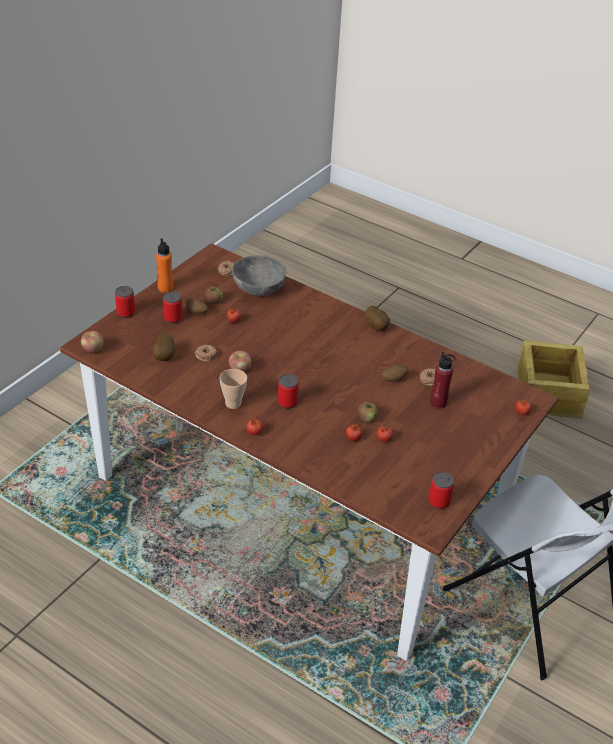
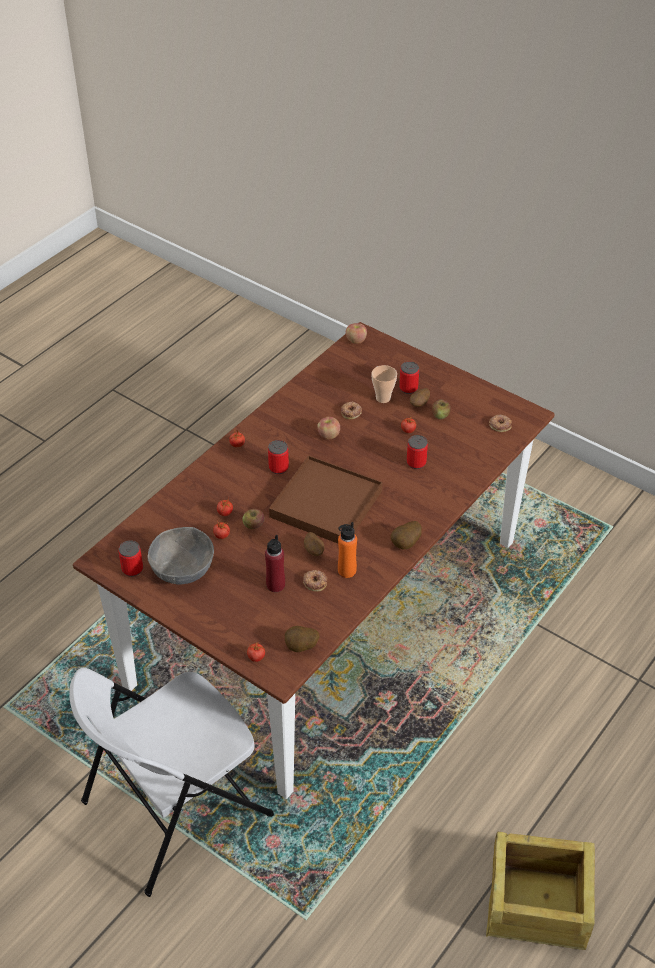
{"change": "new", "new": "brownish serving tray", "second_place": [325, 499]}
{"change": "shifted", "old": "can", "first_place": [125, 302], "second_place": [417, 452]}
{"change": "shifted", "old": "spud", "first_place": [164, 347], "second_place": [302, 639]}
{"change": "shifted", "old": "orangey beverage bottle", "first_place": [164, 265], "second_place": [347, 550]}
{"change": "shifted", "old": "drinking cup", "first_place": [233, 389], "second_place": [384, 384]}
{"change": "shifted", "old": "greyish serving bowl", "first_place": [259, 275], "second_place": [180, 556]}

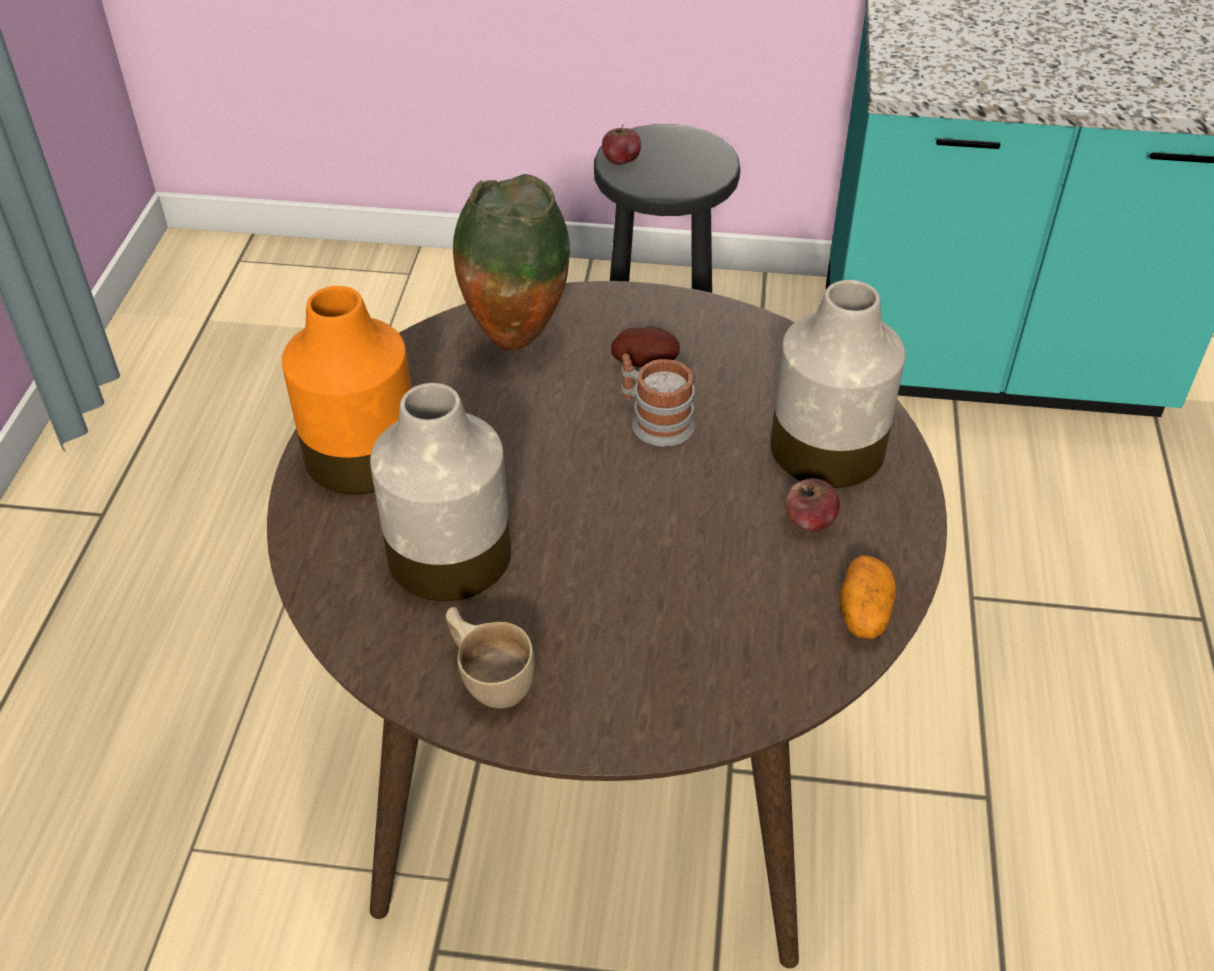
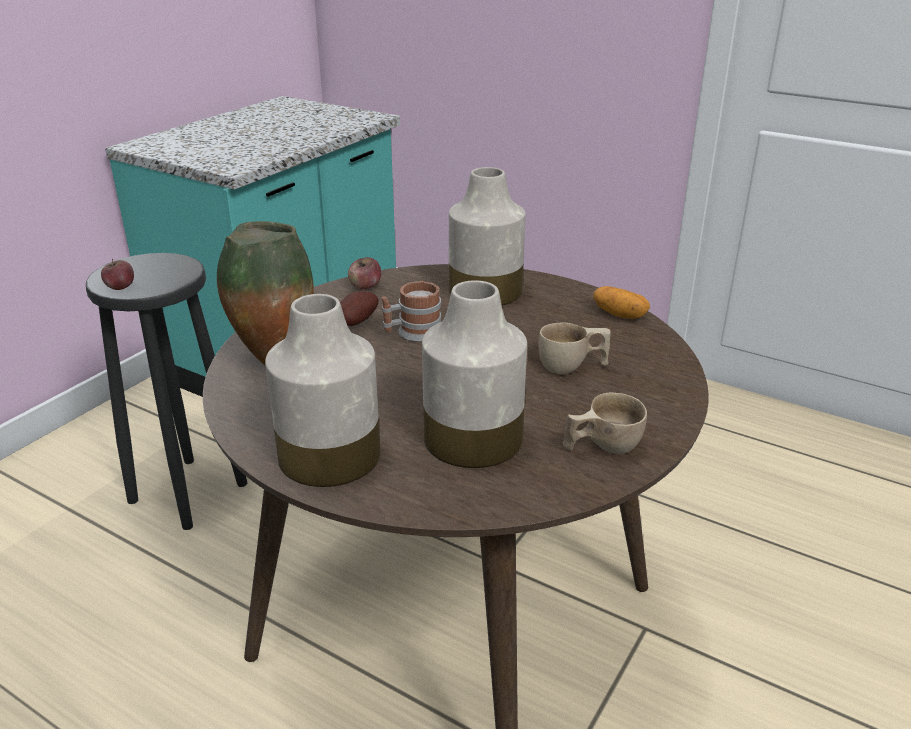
{"change": "new", "new": "beige-coloured drinking cup", "second_place": [574, 348]}
{"change": "shifted", "old": "whole apple", "first_place": [812, 505], "second_place": [364, 273]}
{"change": "repainted", "old": "orangey vase", "new": "beige-coloured vase", "first_place": [346, 390], "second_place": [323, 390]}

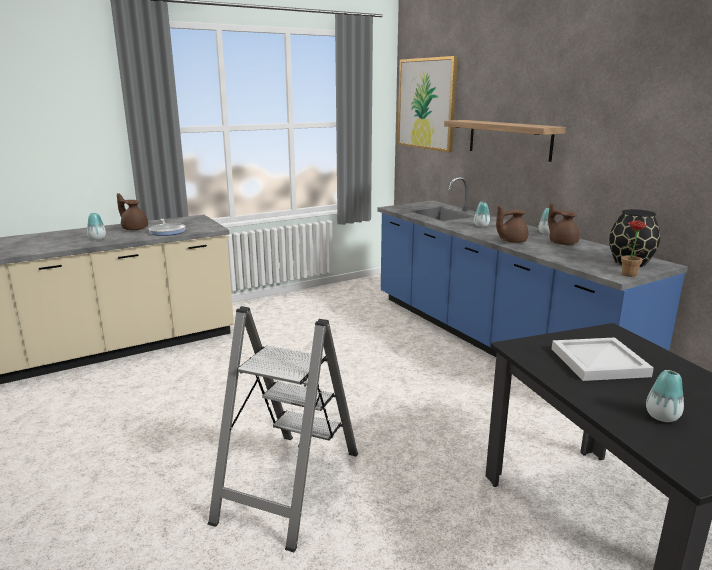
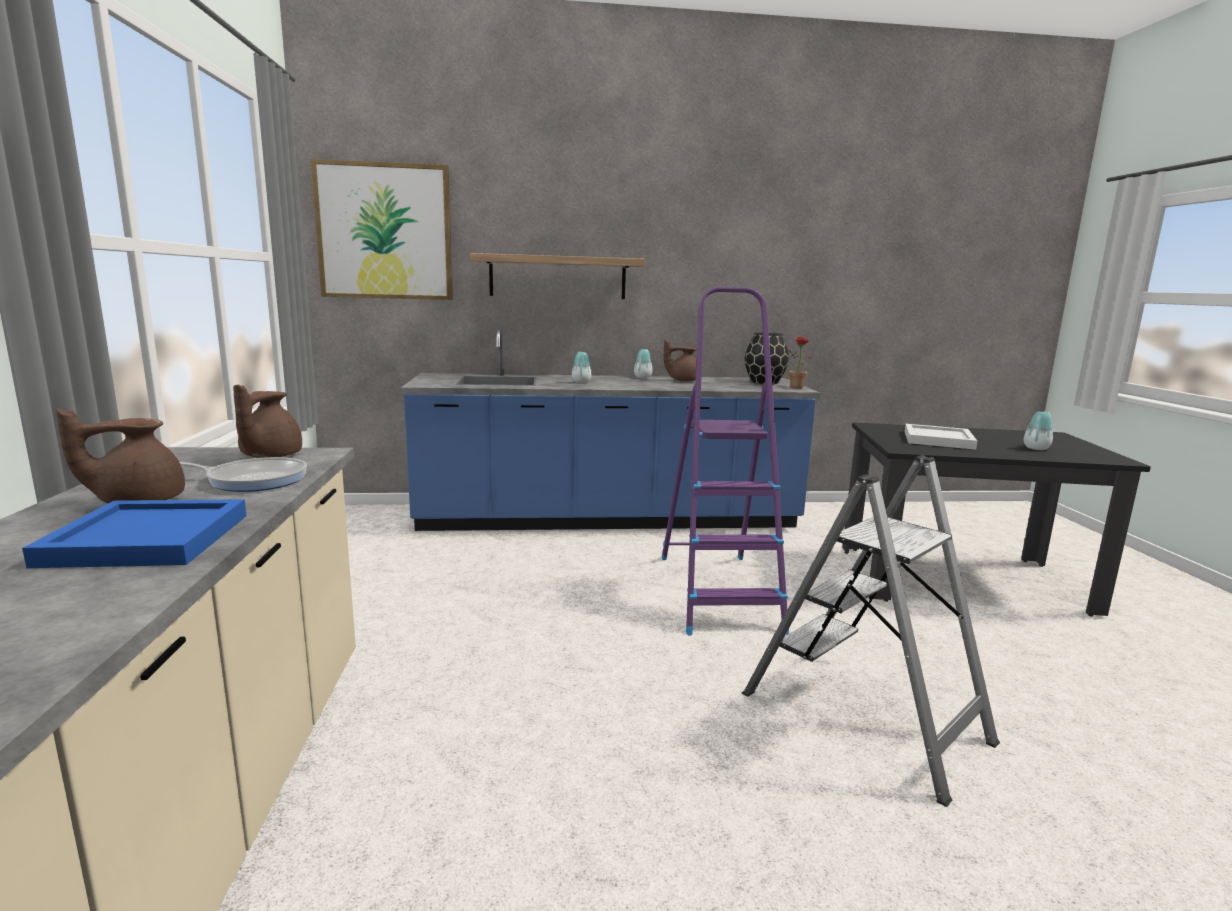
{"change": "new", "new": "purple-coloured step ladder", "second_place": [725, 461]}
{"change": "shifted", "old": "brownish teapot", "first_place": [512, 224], "second_place": [267, 421]}
{"change": "swapped", "old": "vase", "new": "blue-coloured serving tray", "first_place": [96, 226], "second_place": [134, 533]}

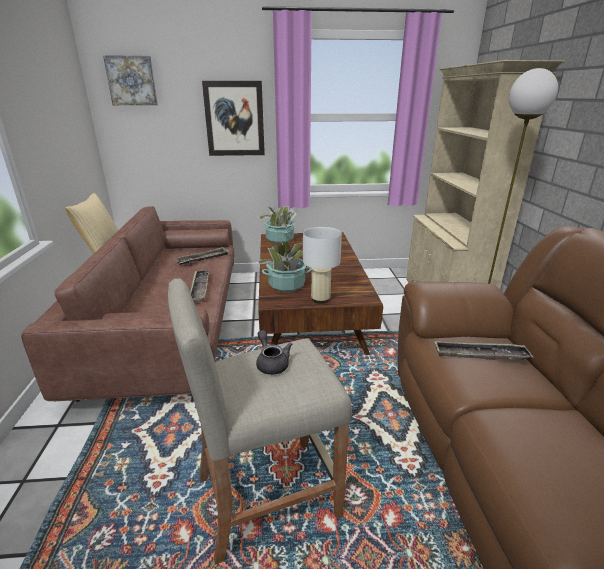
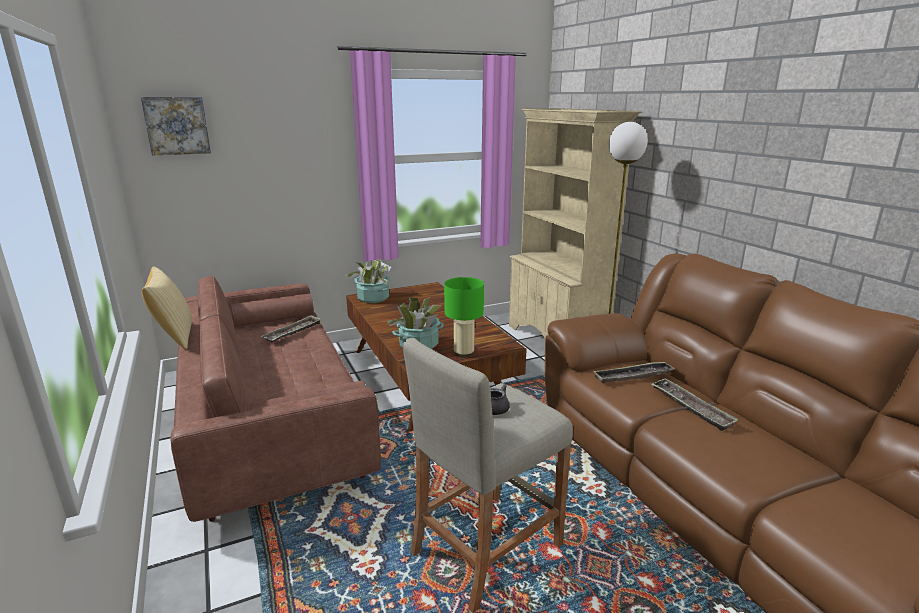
{"change": "gone", "old": "wall picture", "first_place": [233, 118]}
{"change": "shifted", "old": "serving tray", "first_place": [199, 286], "second_place": [695, 405]}
{"change": "repainted", "old": "white-coloured table lamp", "new": "greenish table lamp", "first_place": [322, 265], "second_place": [464, 317]}

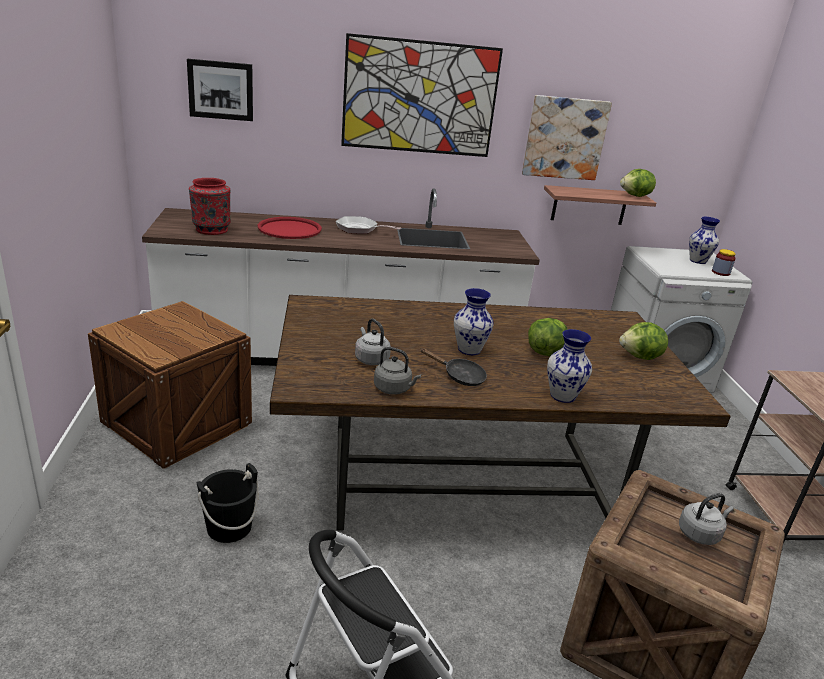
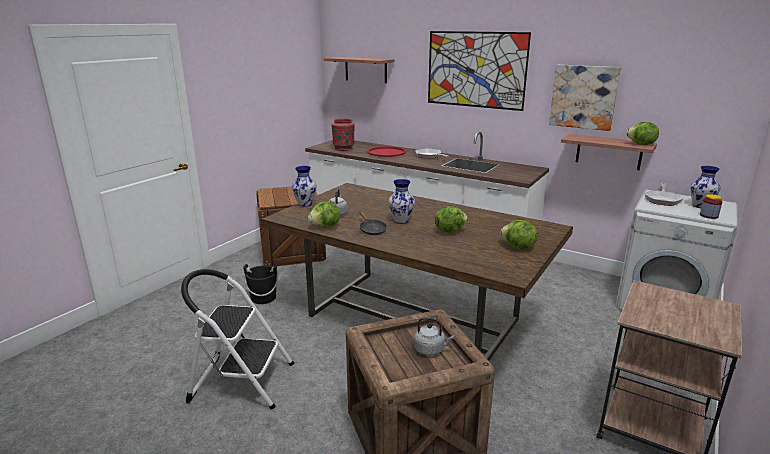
{"change": "new", "new": "skillet", "second_place": [664, 194]}
{"change": "shifted", "old": "vase", "first_place": [569, 366], "second_place": [304, 186]}
{"change": "swapped", "old": "wall picture", "new": "shelf", "first_place": [220, 90], "second_place": [359, 70]}
{"change": "swapped", "old": "greyish water kettle", "new": "lettuce head", "first_place": [397, 371], "second_place": [324, 214]}

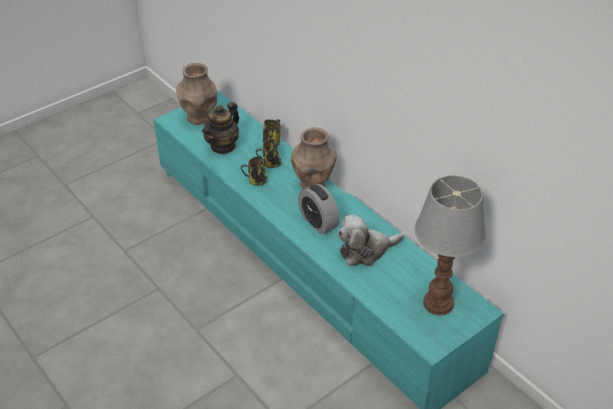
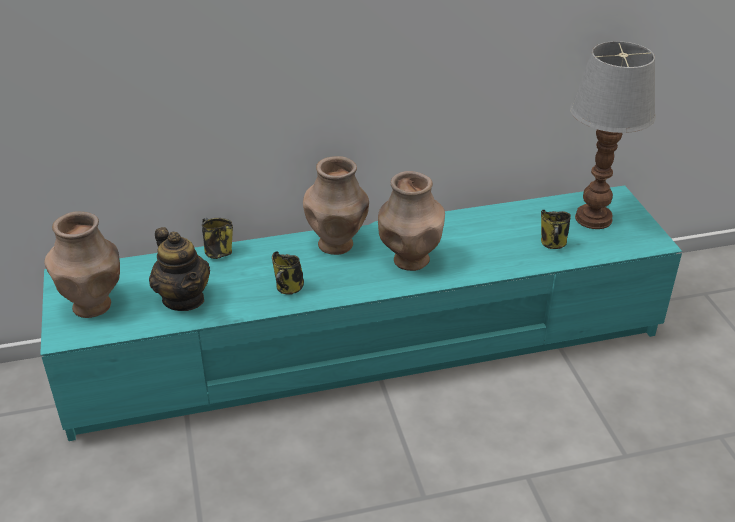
{"change": "gone", "old": "cuddly toy", "first_place": [371, 240]}
{"change": "shifted", "old": "coffee mug", "first_place": [268, 153], "second_place": [556, 229]}
{"change": "swapped", "old": "alarm clock", "new": "brownish vase", "first_place": [319, 209], "second_place": [411, 221]}

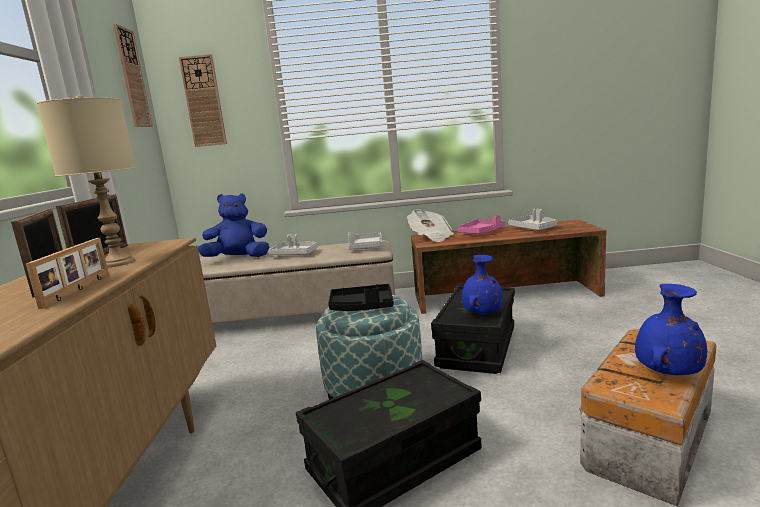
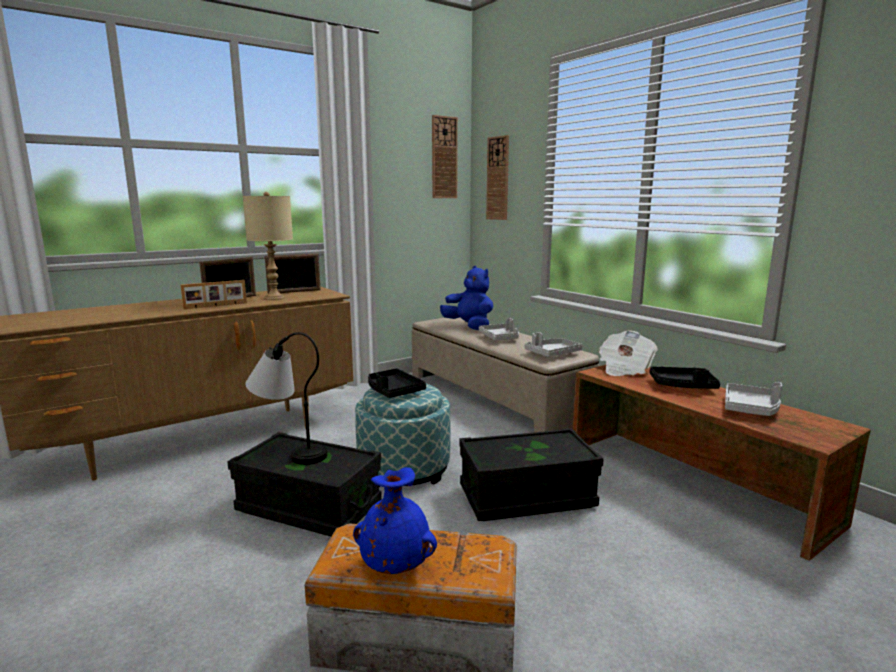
{"change": "gone", "old": "blue-coloured vase", "first_place": [482, 284]}
{"change": "new", "new": "table lamp", "second_place": [286, 398]}
{"change": "repainted", "old": "pinkish serving tray", "new": "blackish serving tray", "first_place": [480, 224], "second_place": [685, 377]}

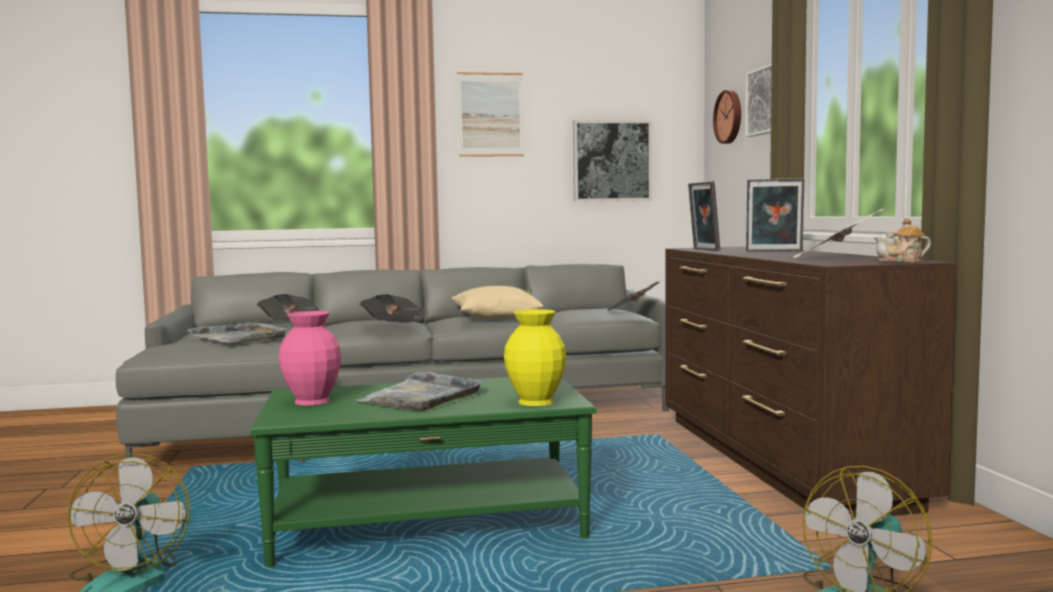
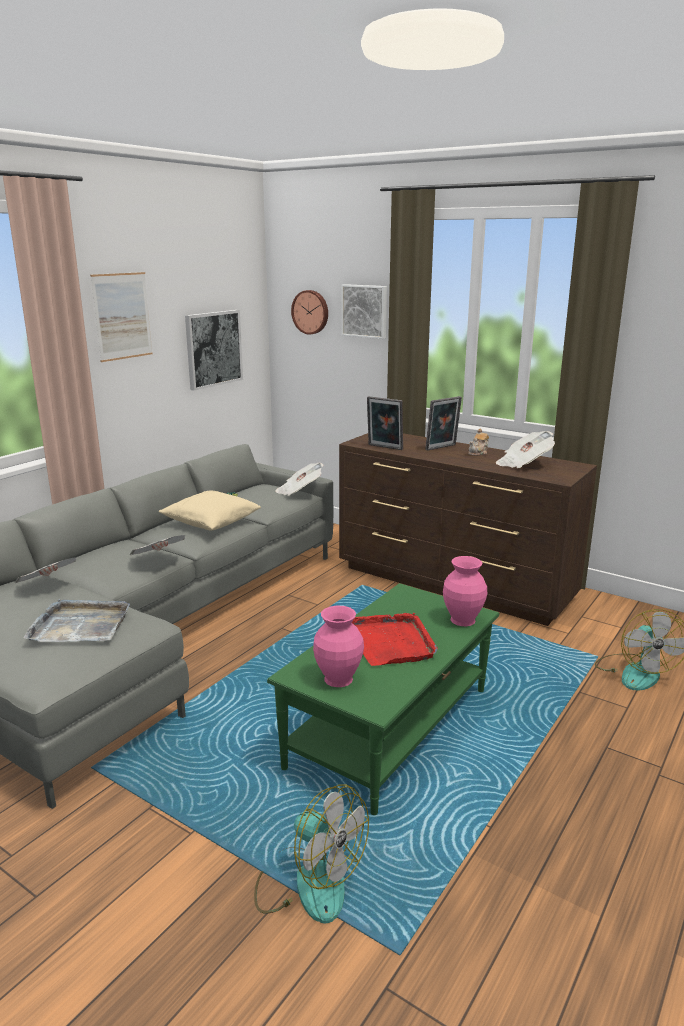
{"change": "shifted", "old": "teapot", "first_place": [902, 240], "second_place": [478, 442]}
{"change": "repainted", "old": "greyish serving tray", "new": "reddish serving tray", "first_place": [420, 391], "second_place": [395, 639]}
{"change": "repainted", "old": "yellow-coloured vase", "new": "pinkish vase", "first_place": [535, 357], "second_place": [465, 591]}

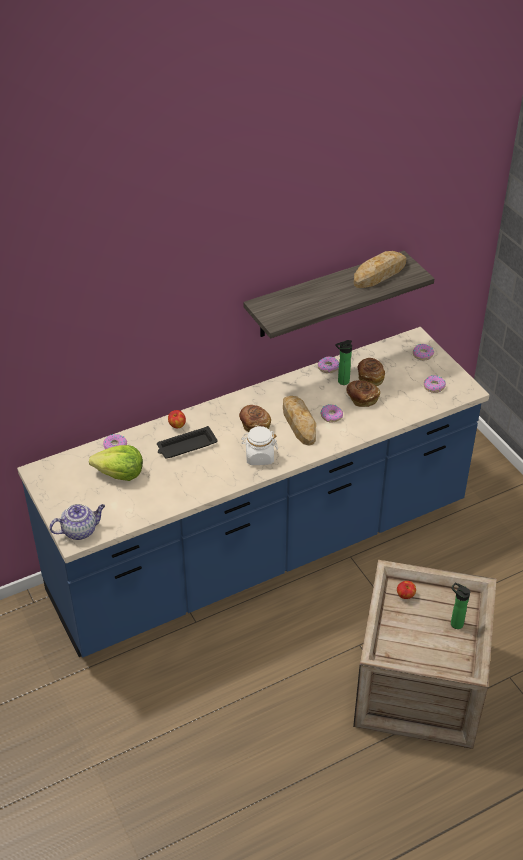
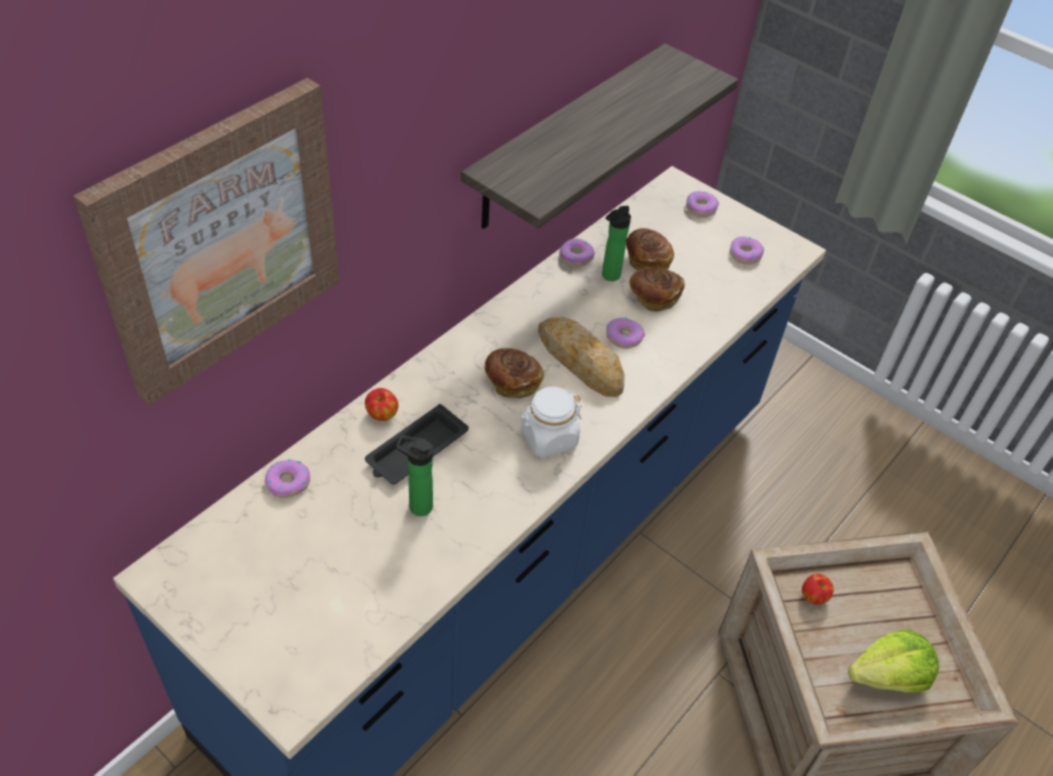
{"change": "gone", "old": "teapot", "first_place": [77, 522]}
{"change": "gone", "old": "baked bread", "first_place": [380, 269]}
{"change": "new", "new": "wall picture", "second_place": [206, 242]}
{"change": "shifted", "old": "lettuce head", "first_place": [116, 463], "second_place": [893, 661]}
{"change": "shifted", "old": "beverage bottle", "first_place": [460, 605], "second_place": [415, 475]}

